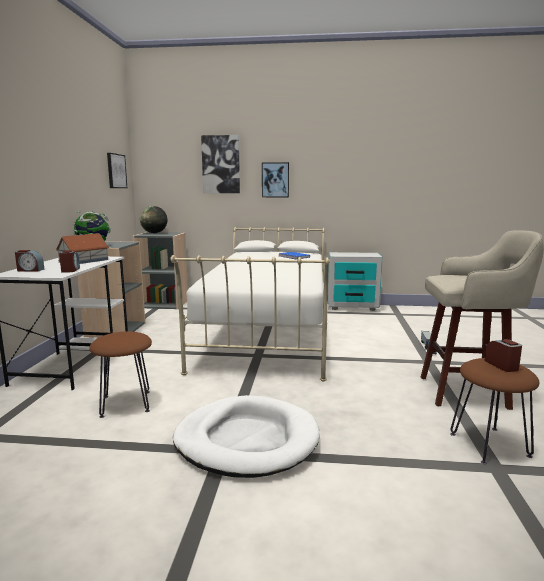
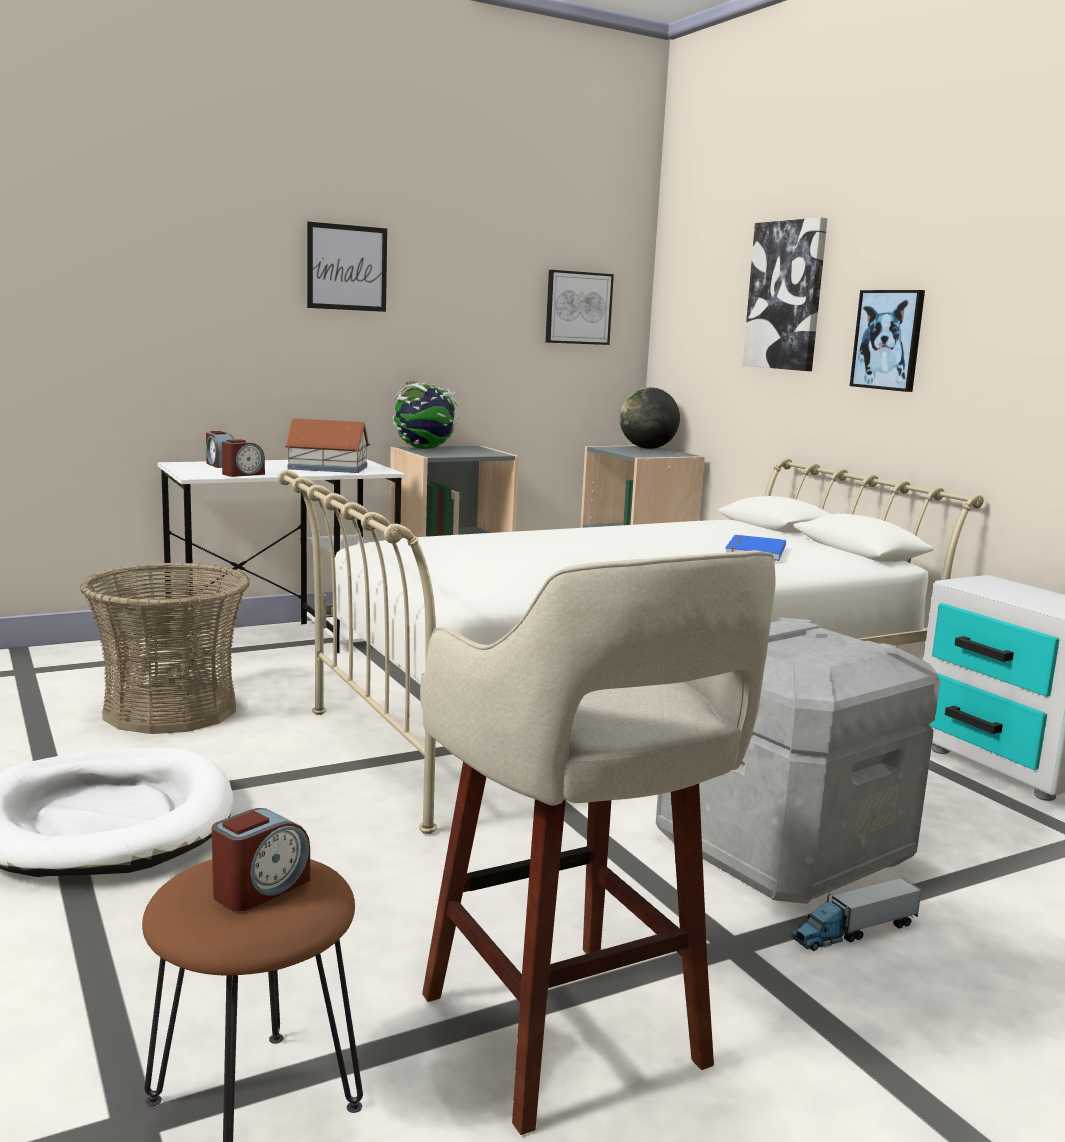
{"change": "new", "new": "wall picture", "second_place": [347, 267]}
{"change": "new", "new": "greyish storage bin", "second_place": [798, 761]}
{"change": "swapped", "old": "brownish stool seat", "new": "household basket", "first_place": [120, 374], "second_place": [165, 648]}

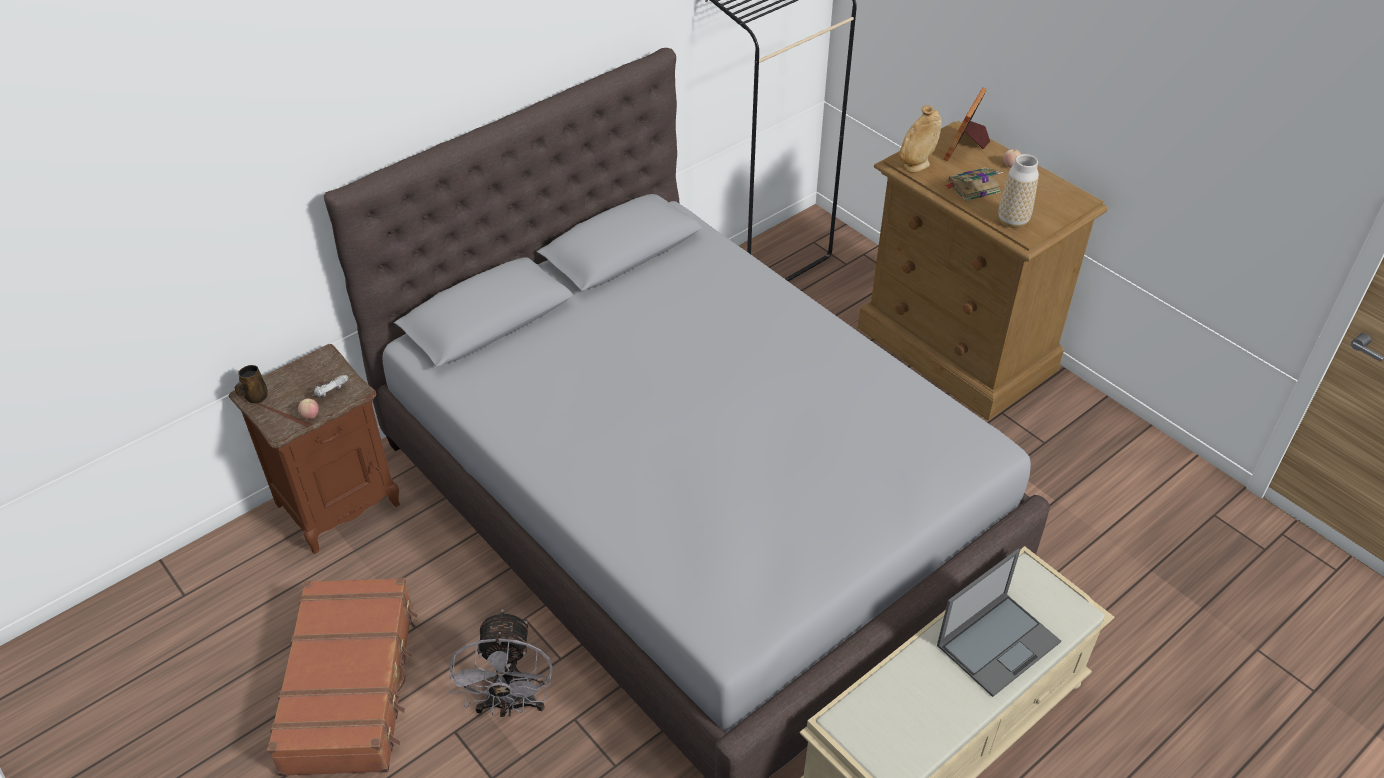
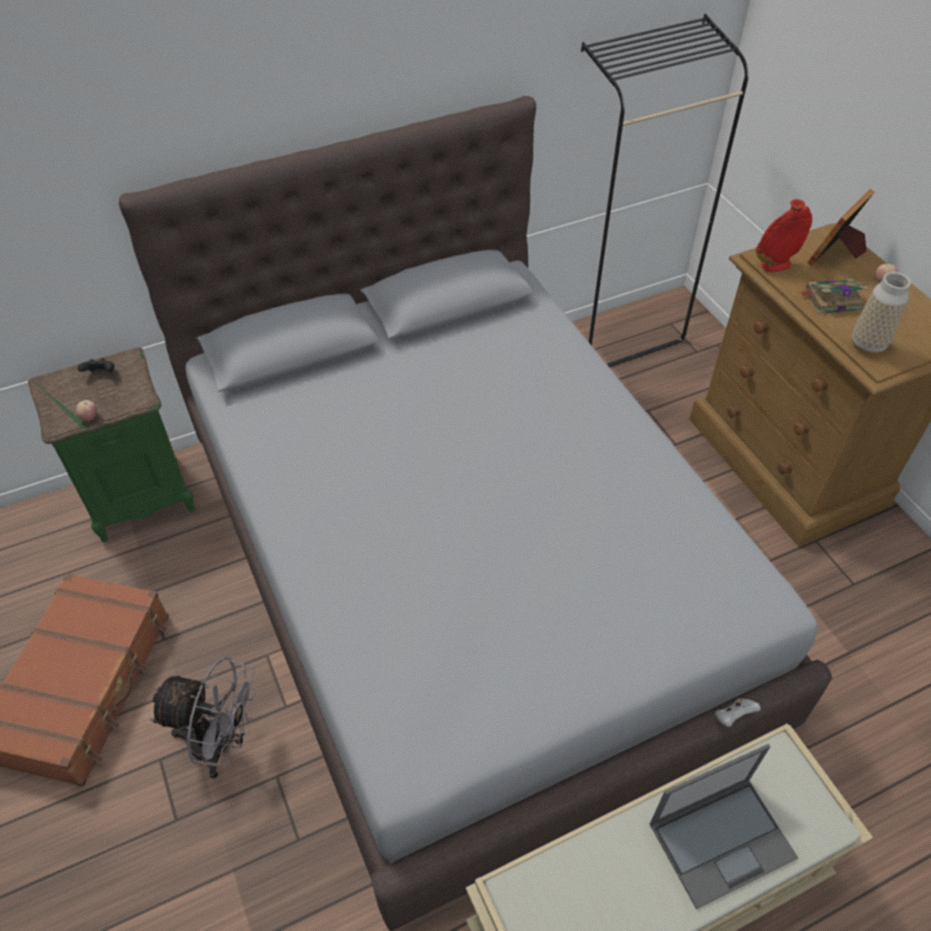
{"change": "gone", "old": "brownish coffee mug", "first_place": [251, 384]}
{"change": "new", "new": "blackish joypad", "second_place": [96, 365]}
{"change": "shifted", "old": "white-coloured joypad", "first_place": [331, 386], "second_place": [737, 712]}
{"change": "repainted", "old": "brownish night table", "new": "greenish night table", "first_place": [314, 449], "second_place": [111, 444]}
{"change": "repainted", "old": "beige-coloured vase", "new": "reddish vase", "first_place": [920, 139], "second_place": [784, 235]}
{"change": "rotated", "old": "greyish electric fan", "first_place": [501, 663], "second_place": [203, 718], "degrees": -90}

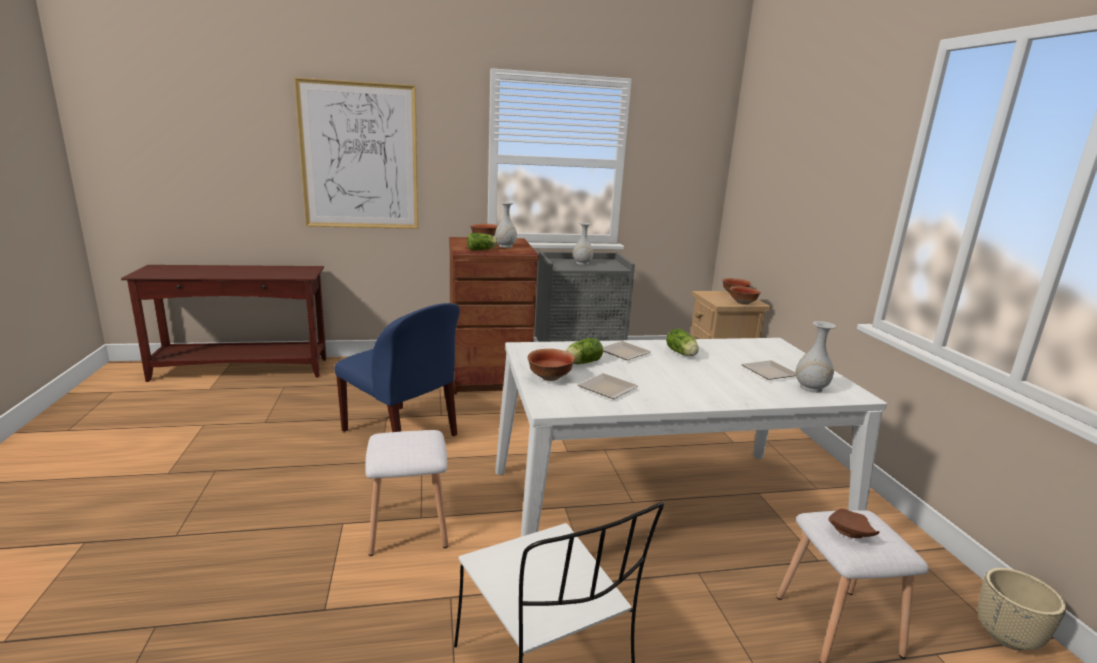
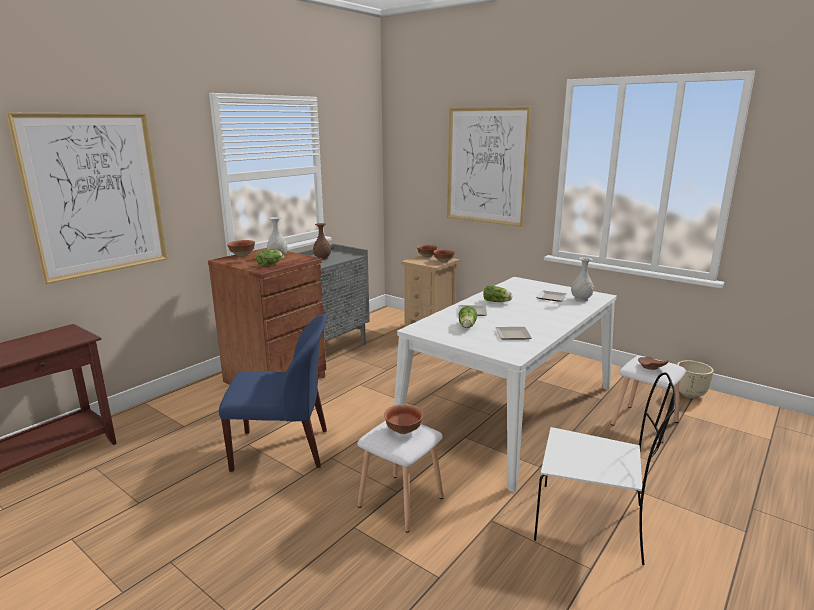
{"change": "new", "new": "wall picture", "second_place": [489, 167]}
{"change": "shifted", "old": "serving bowl", "first_place": [551, 365], "second_place": [403, 419]}
{"change": "repainted", "old": "white-coloured vase", "new": "brownish vase", "first_place": [583, 243], "second_place": [322, 241]}

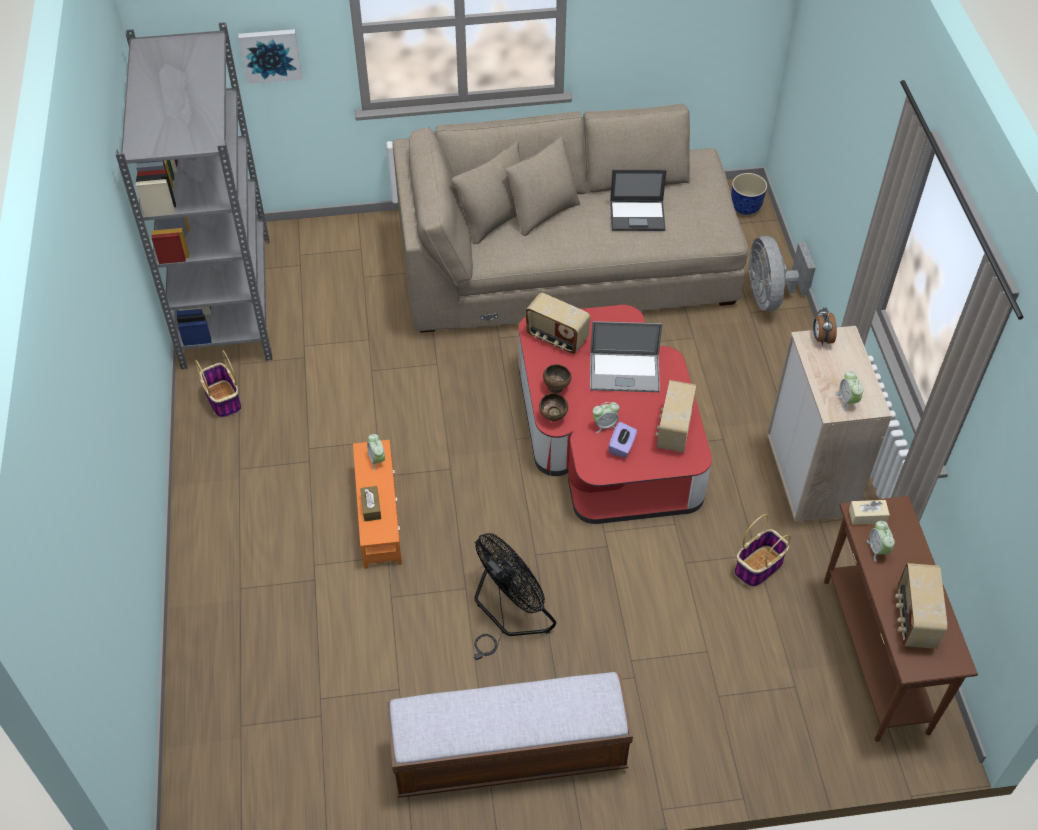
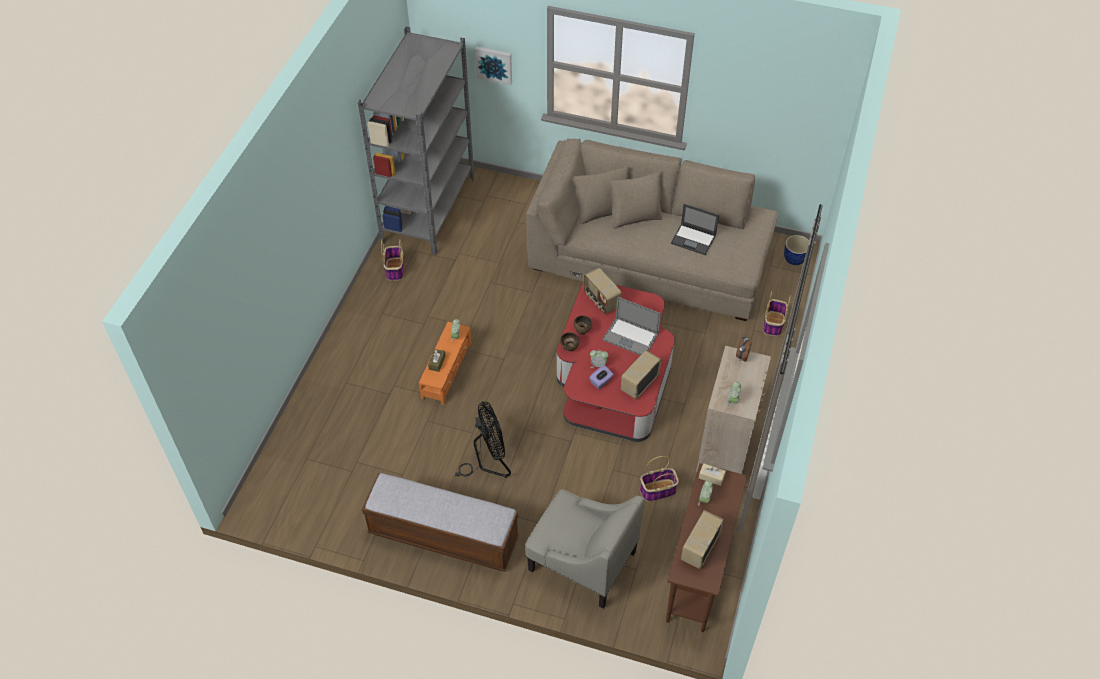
{"change": "new", "new": "greyish easy chair", "second_place": [584, 549]}
{"change": "swapped", "old": "greyish electric fan", "new": "household basket", "first_place": [782, 273], "second_place": [777, 313]}

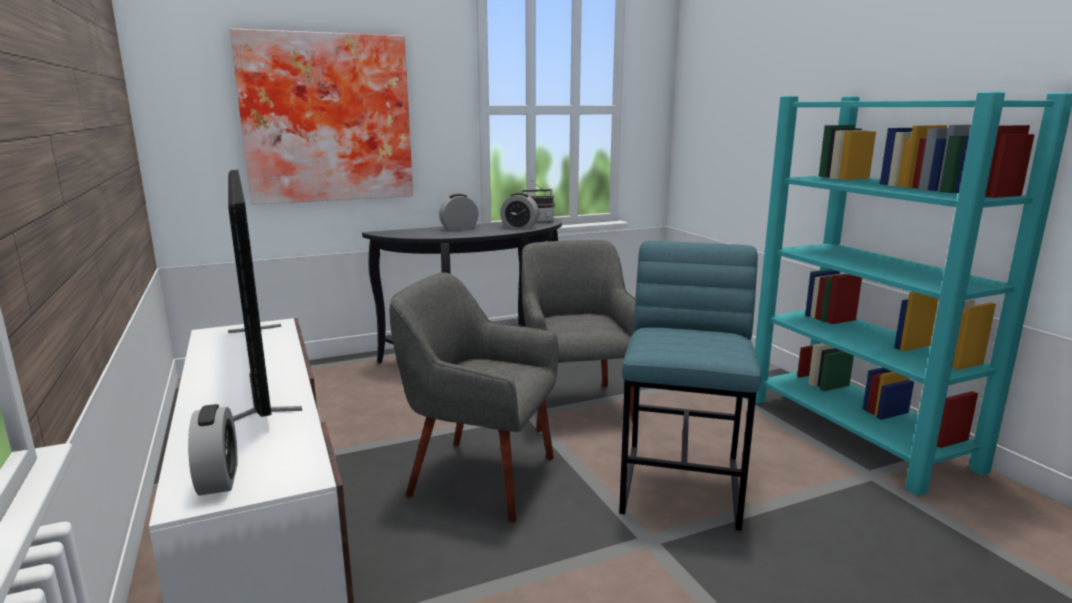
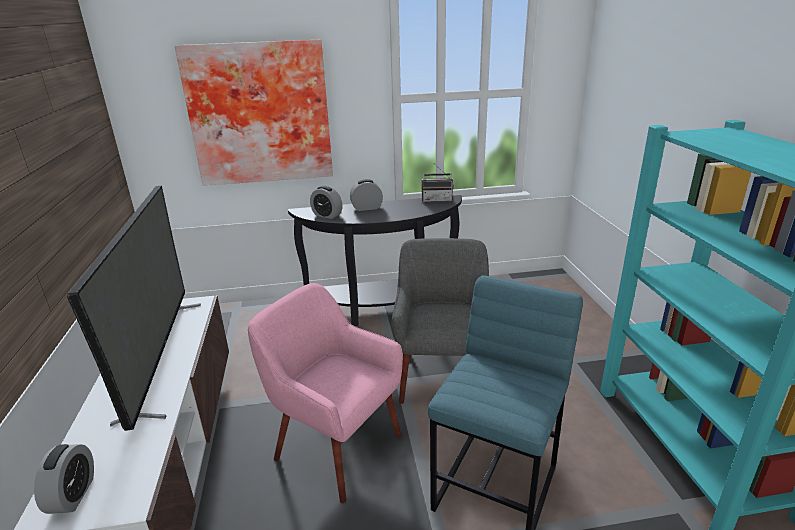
{"change": "shifted", "old": "alarm clock", "first_place": [519, 211], "second_place": [326, 202]}
{"change": "repainted", "old": "greyish easy chair", "new": "pinkish easy chair", "first_place": [474, 397], "second_place": [325, 393]}

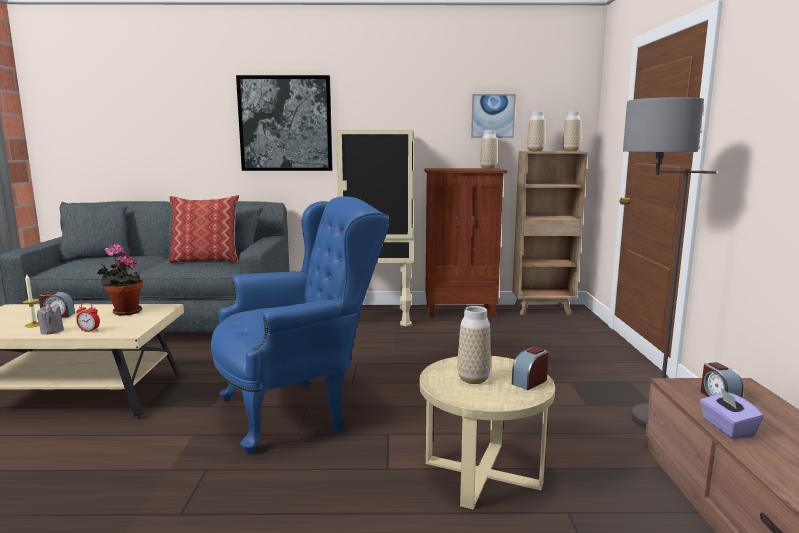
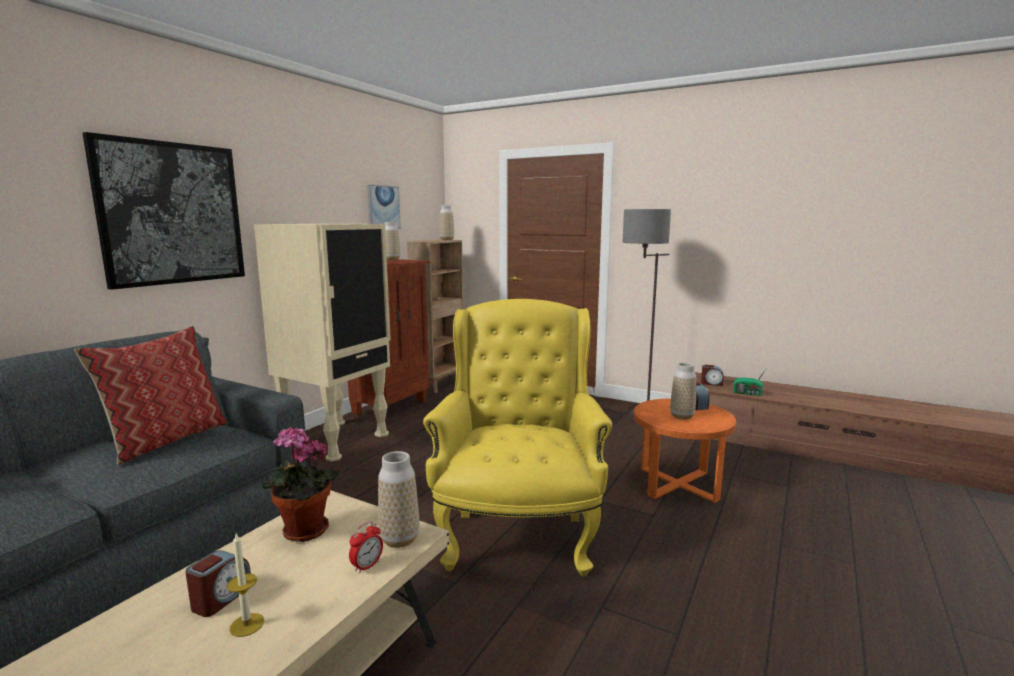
{"change": "gone", "old": "greyish candle", "first_place": [50, 319]}
{"change": "shifted", "old": "vase", "first_place": [536, 131], "second_place": [398, 499]}
{"change": "swapped", "old": "purple-coloured tissue holder", "new": "radio receiver", "first_place": [732, 413], "second_place": [749, 382]}
{"change": "repainted", "old": "blue-coloured easy chair", "new": "yellow-coloured easy chair", "first_place": [300, 325], "second_place": [517, 438]}
{"change": "repainted", "old": "beige-coloured end table", "new": "orangey end table", "first_place": [487, 433], "second_place": [685, 451]}

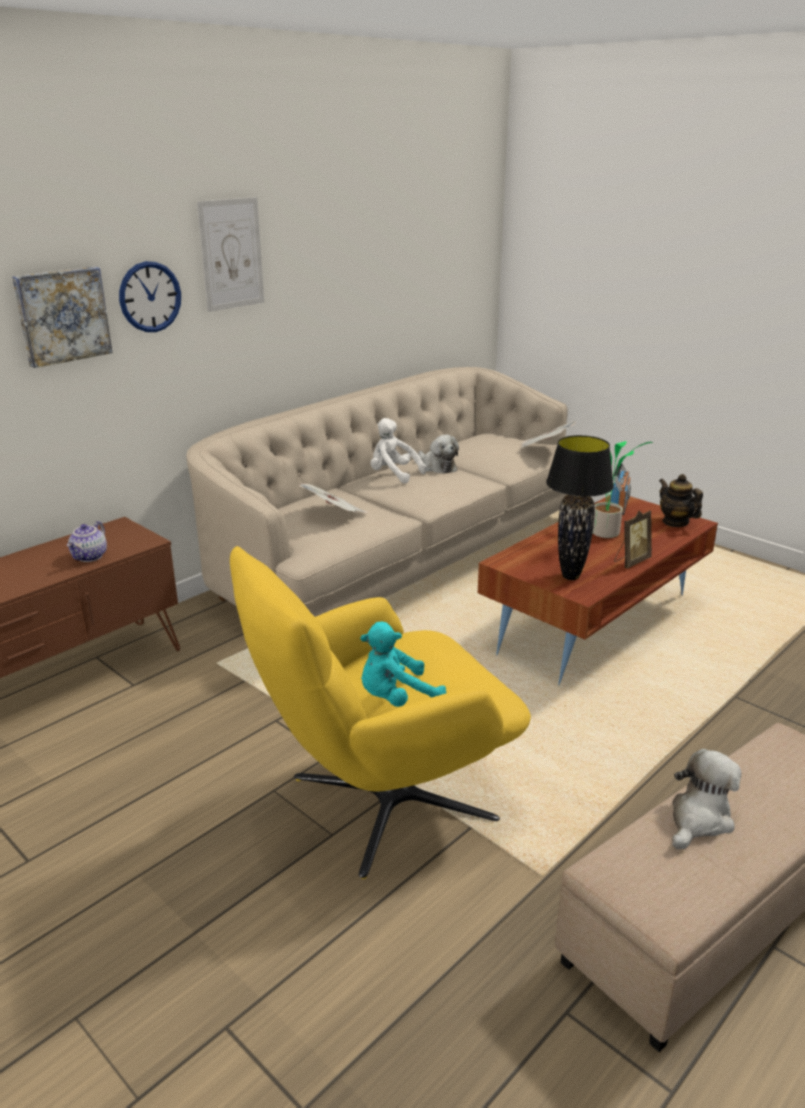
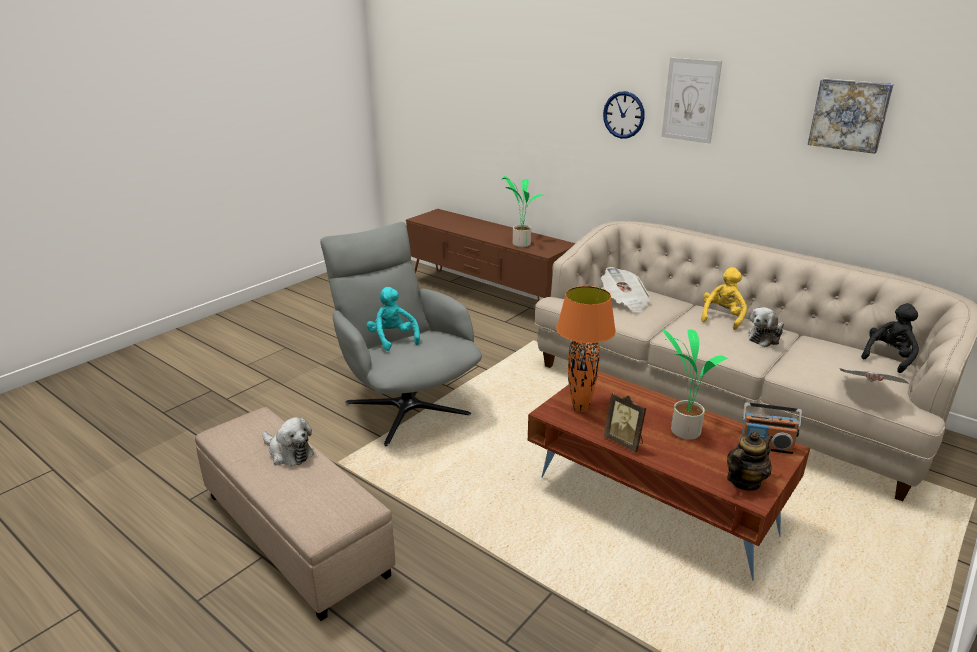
{"change": "new", "new": "blackish cuddly toy", "second_place": [890, 338]}
{"change": "shifted", "old": "wall picture", "first_place": [62, 317], "second_place": [851, 116]}
{"change": "swapped", "old": "teapot", "new": "potted plant", "first_place": [87, 541], "second_place": [523, 211]}
{"change": "repainted", "old": "yellow-coloured easy chair", "new": "greyish easy chair", "first_place": [380, 712], "second_place": [401, 334]}
{"change": "repainted", "old": "white-coloured cuddly toy", "new": "yellow-coloured cuddly toy", "first_place": [398, 450], "second_place": [724, 298]}
{"change": "repainted", "old": "blackish table lamp", "new": "orangey table lamp", "first_place": [580, 507], "second_place": [586, 349]}

